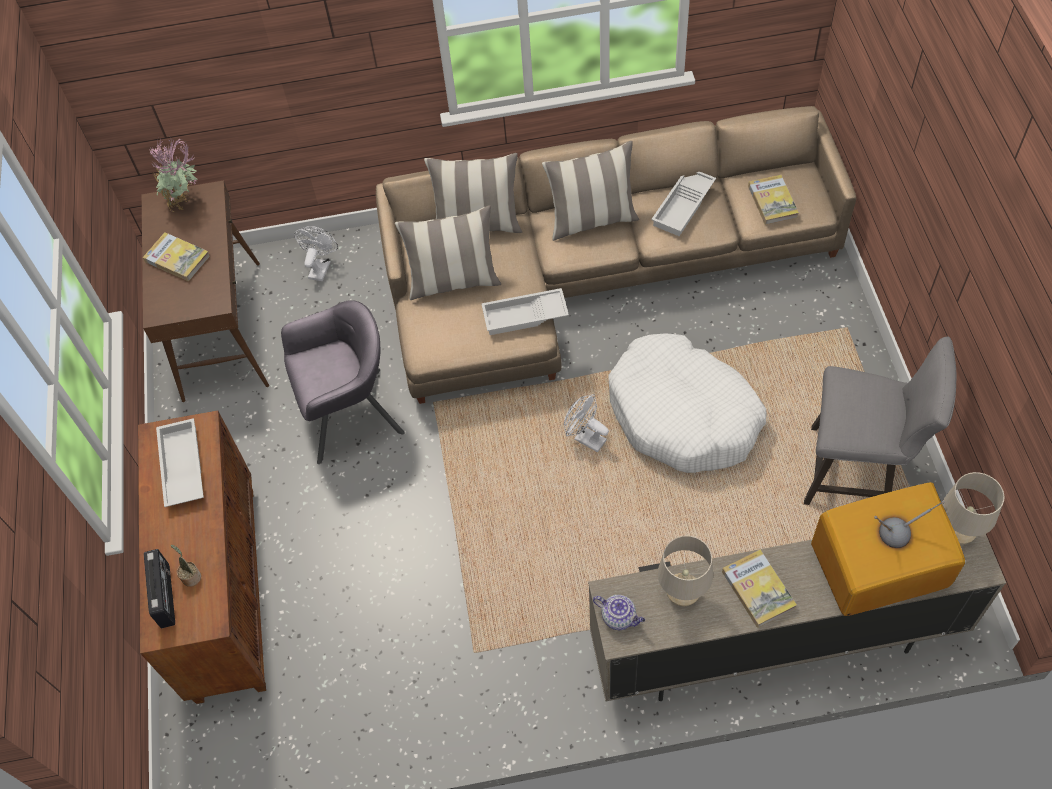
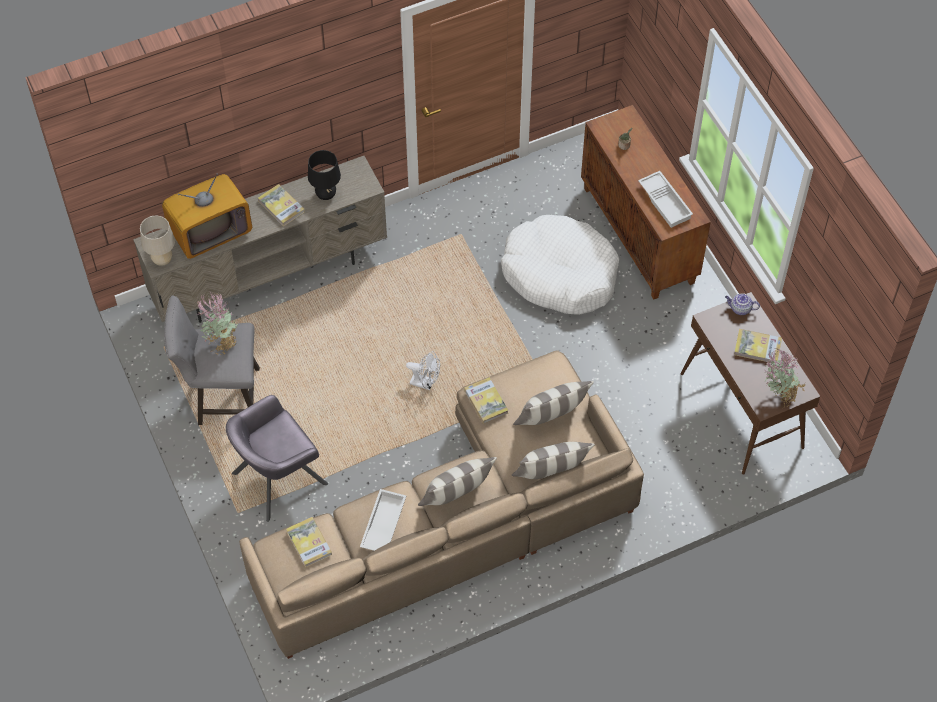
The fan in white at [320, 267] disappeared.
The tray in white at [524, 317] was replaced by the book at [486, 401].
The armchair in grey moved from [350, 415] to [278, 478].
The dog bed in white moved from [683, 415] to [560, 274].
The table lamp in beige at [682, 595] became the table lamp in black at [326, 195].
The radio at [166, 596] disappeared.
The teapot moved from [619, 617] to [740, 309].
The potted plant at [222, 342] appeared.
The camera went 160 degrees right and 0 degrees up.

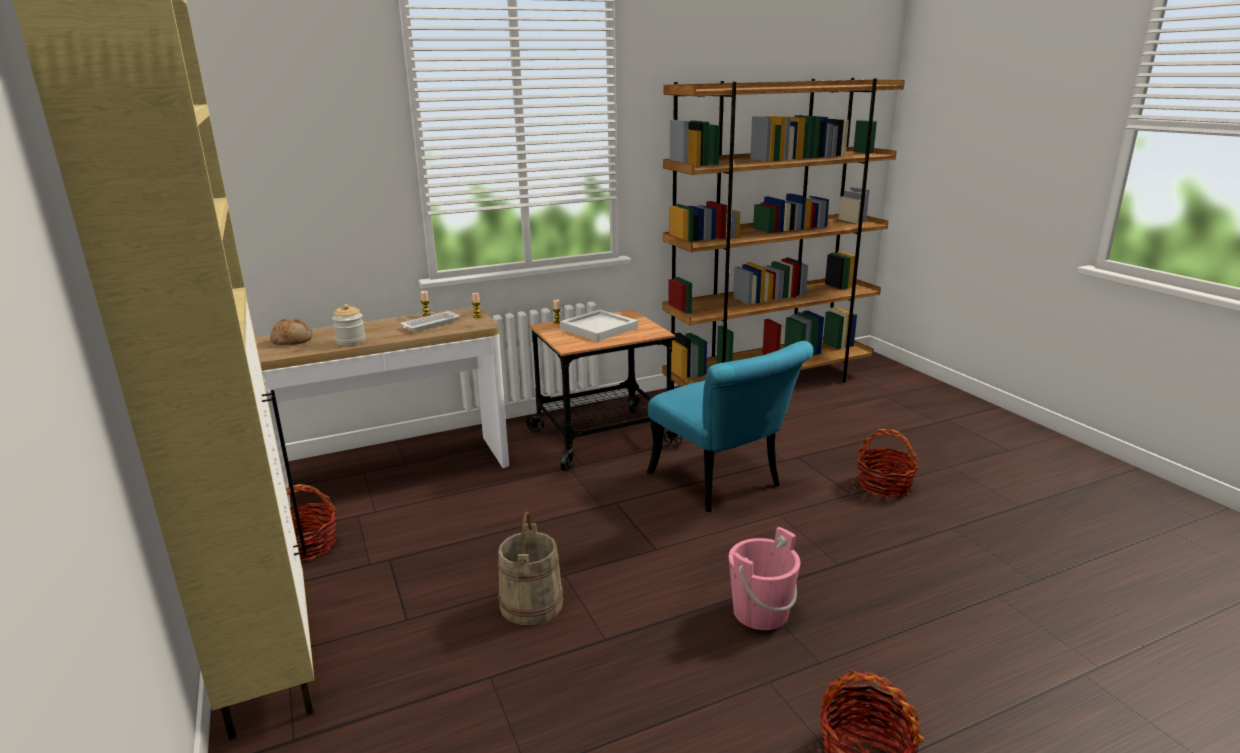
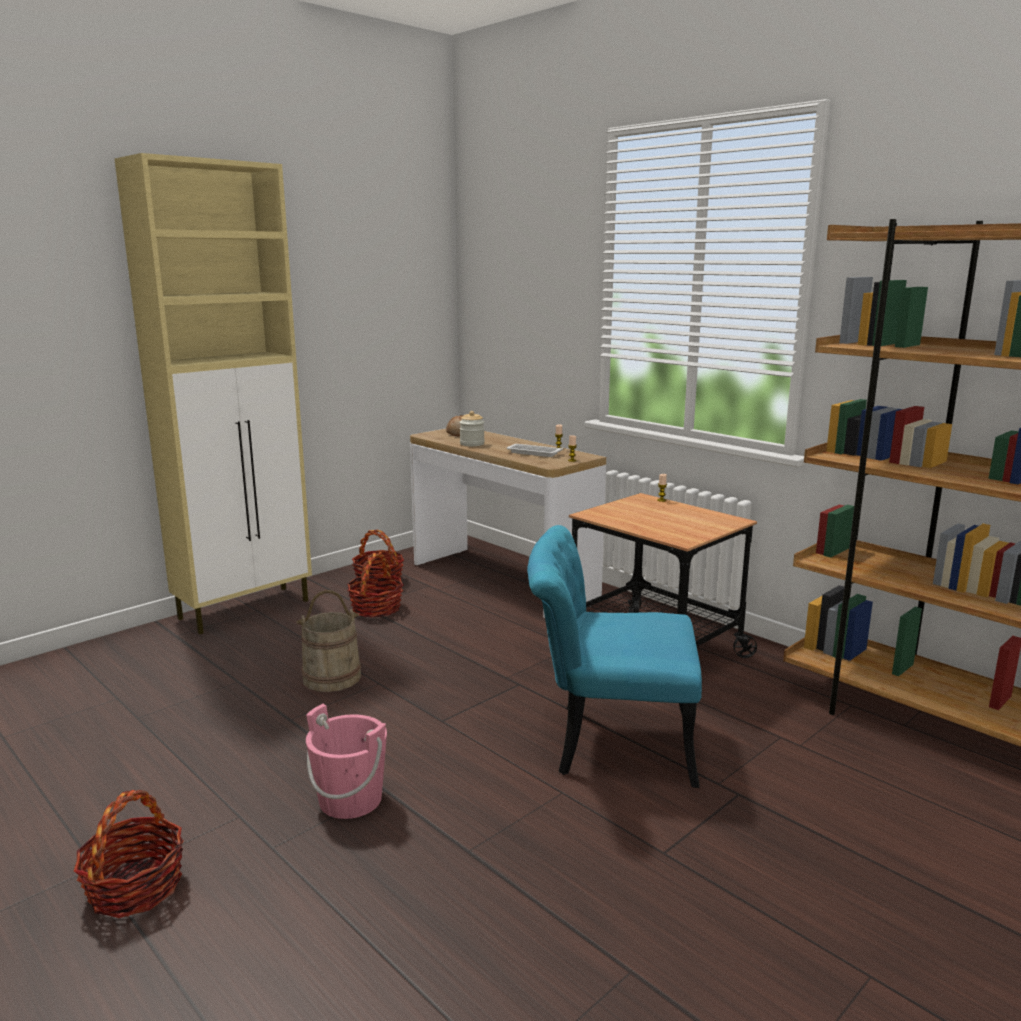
The tray in white at [600, 328] disappeared.
The chair in turquoise at [723, 484] turned 60 degrees clockwise.
The basket moved from [884, 485] to [376, 608].
The camera went 70 degrees right and 5 degrees down.

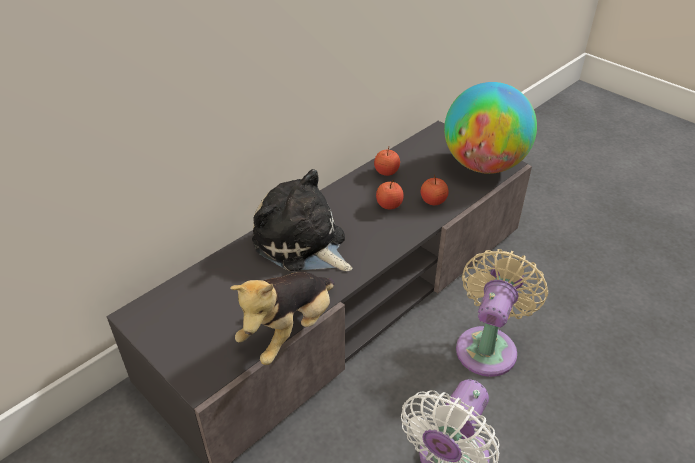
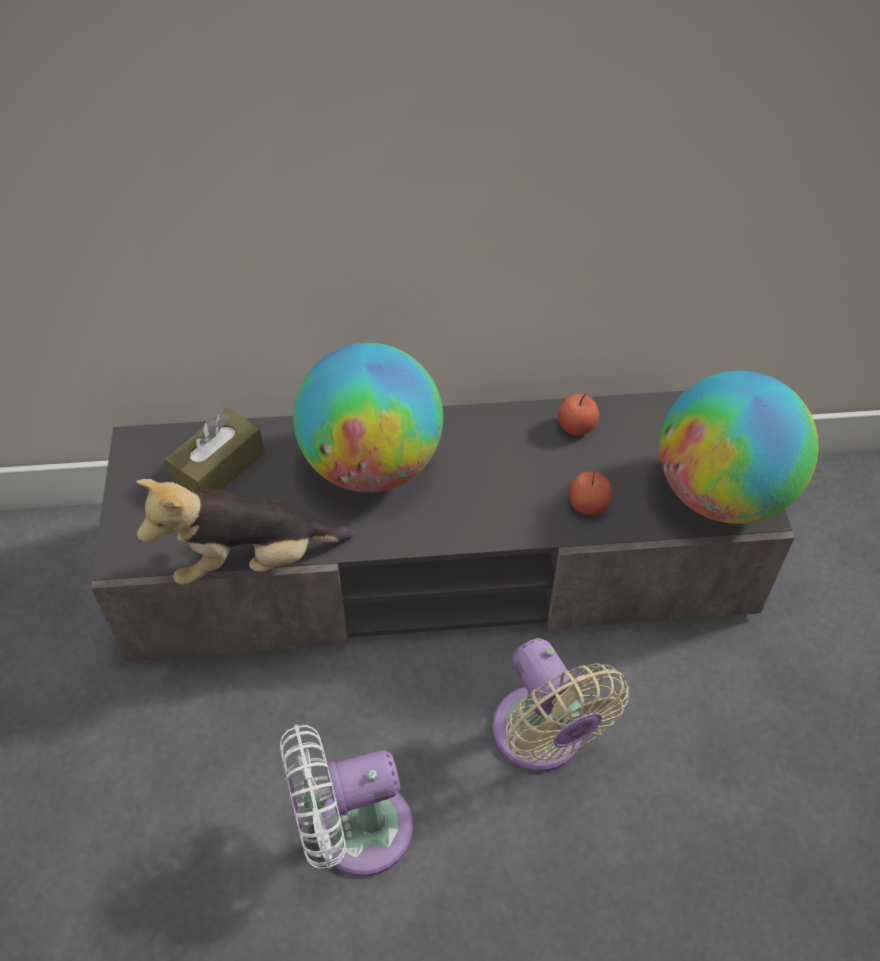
The plush toy at [302, 244] was replaced by the globe at [372, 465].
The apple at [389, 205] disappeared.
The fan in beige at [488, 346] turned 90 degrees clockwise.
The tissue box in brown at [218, 468] appeared.
The camera went 40 degrees right and 10 degrees up.

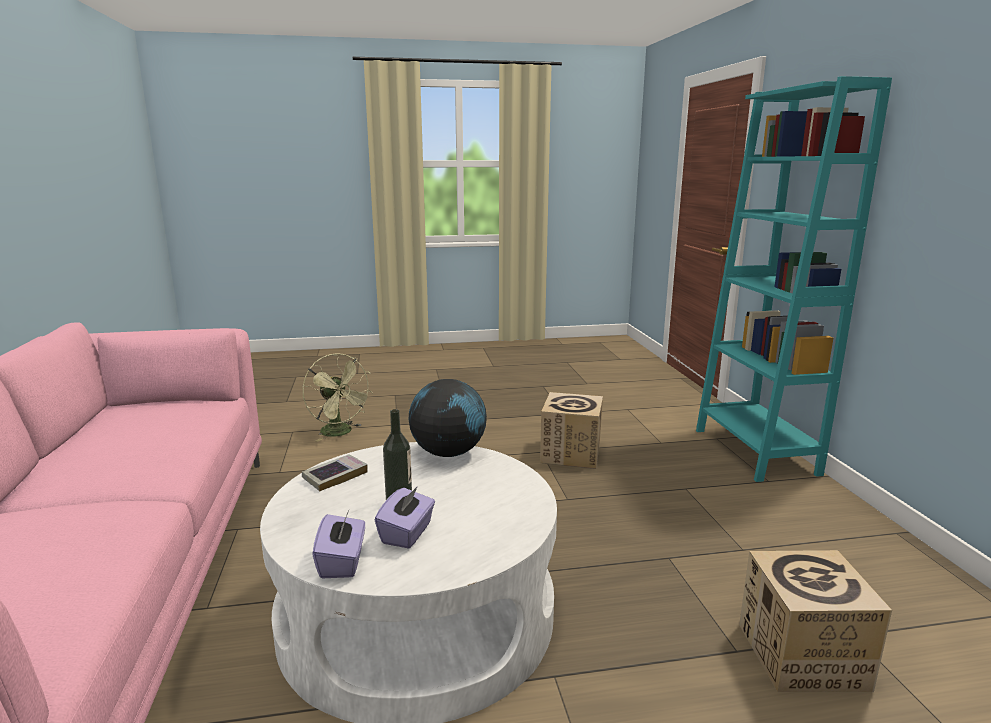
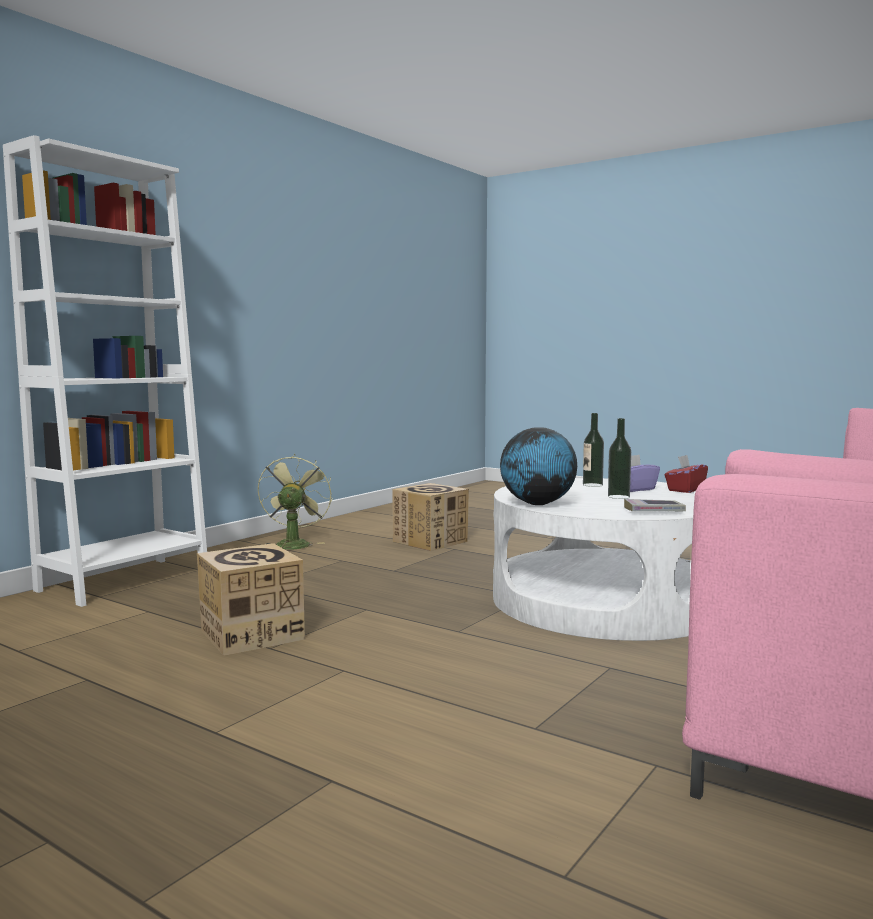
The bookcase in turquoise at [755, 451] became the bookcase in white at [124, 581].
The fan in green moved from [340, 433] to [293, 544].
The tissue box in purple at [342, 562] became the tissue box in red at [685, 490].
The bottle at [592, 485] appeared.
The camera went 135 degrees left and 10 degrees down.

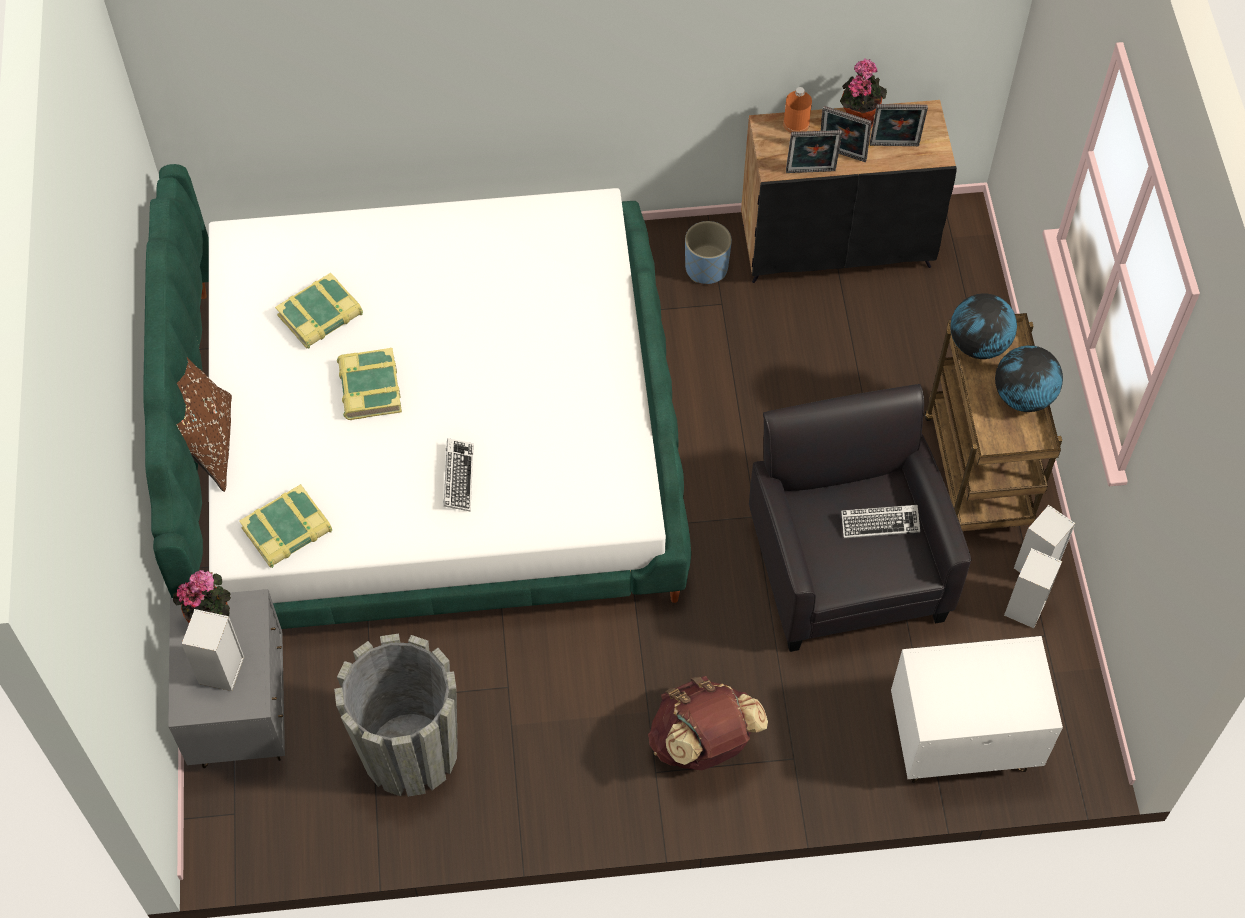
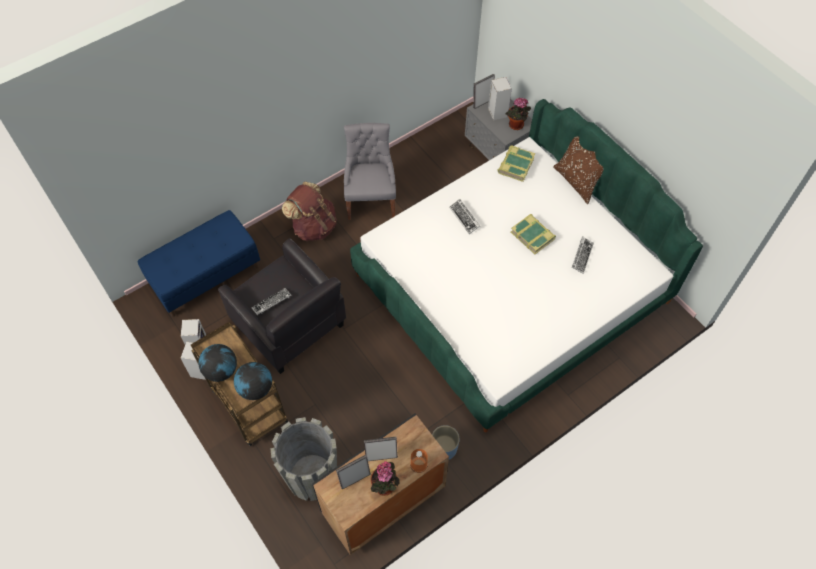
The picture frame moved from [810, 173] to [482, 102].
The book at [320, 316] was replaced by the keyboard at [582, 256].
The planter in grey moved from [410, 752] to [312, 476].
The nightstand in white at [960, 743] was replaced by the bench in blue at [206, 276].
The chair in grey at [371, 200] appeared.
The camera went 150 degrees right and 0 degrees up.

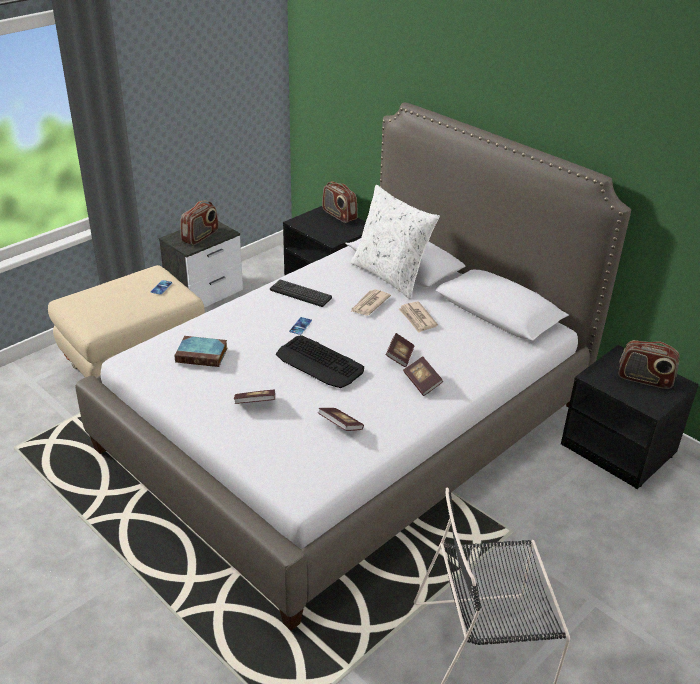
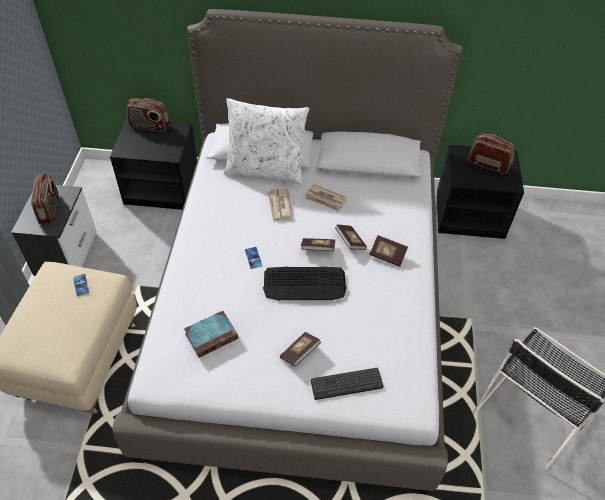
The keyboard moved from [300, 294] to [346, 384].
The radio at [644, 379] turned 135 degrees counterclockwise.
The book moved from [340, 426] to [317, 249].
The camera went 40 degrees left and 15 degrees up.

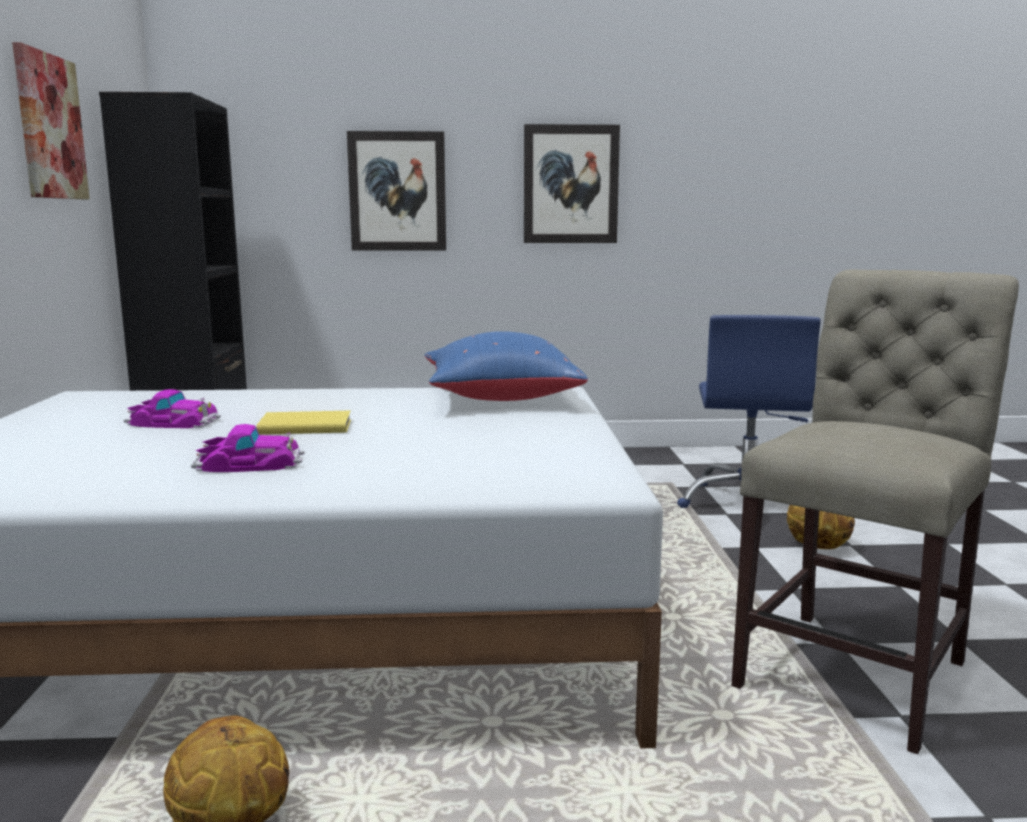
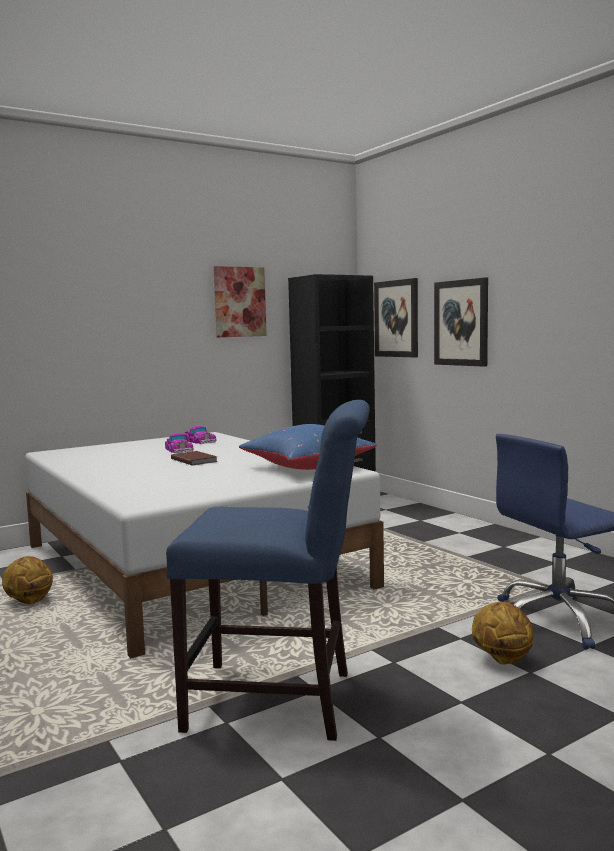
The picture moved from [570, 184] to [396, 318].
The chair in beige at [858, 669] became the chair in blue at [280, 701].
The book in yellow at [304, 426] became the book in brown at [194, 460].
The toy car moved from [250, 464] to [199, 441].
The camera went 60 degrees right and 5 degrees down.

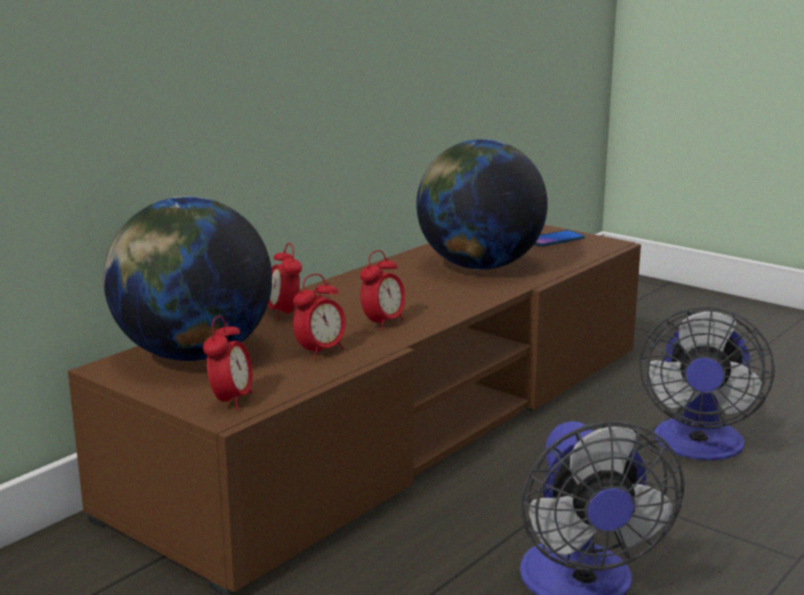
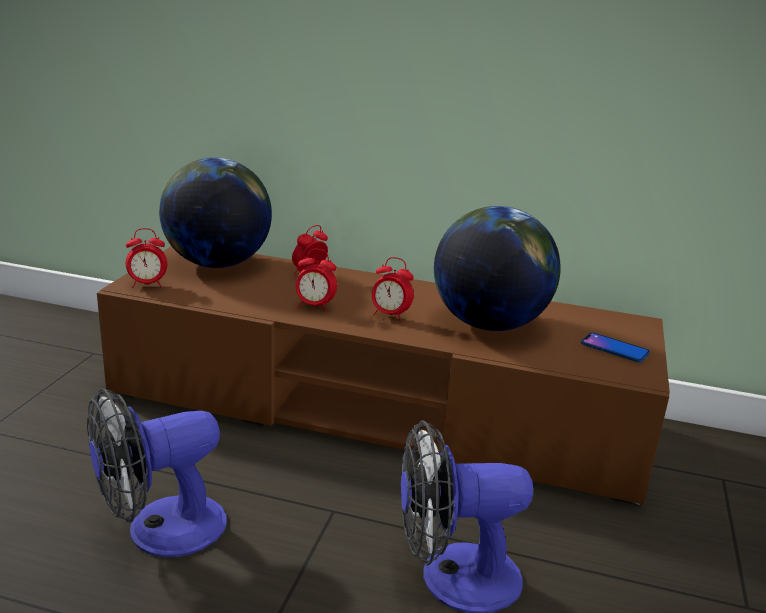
The alarm clock moved from [320, 352] to [390, 315].
The camera went 65 degrees right and 5 degrees up.

